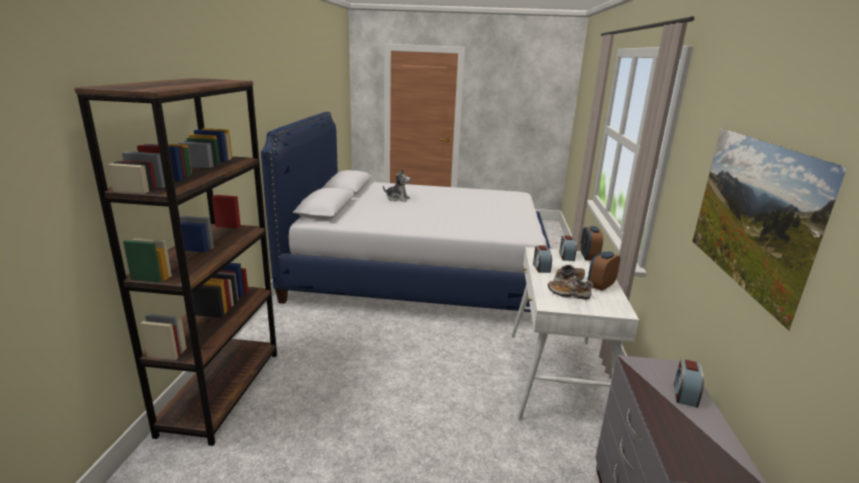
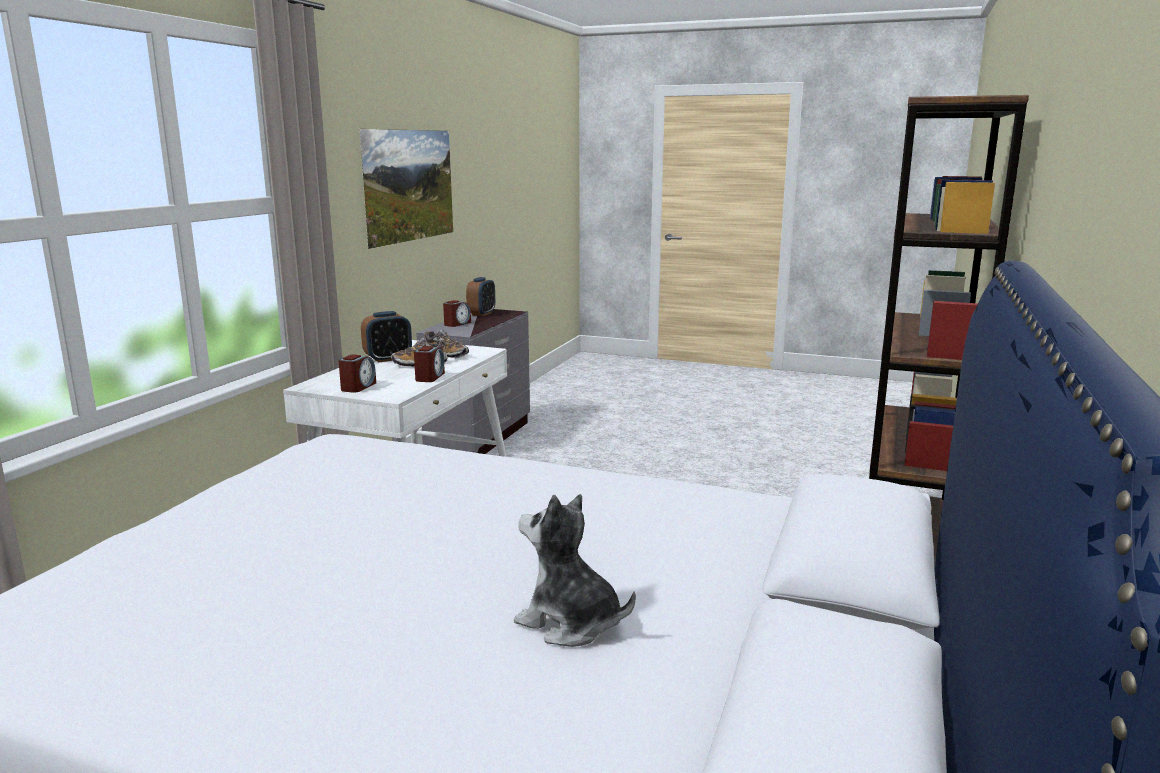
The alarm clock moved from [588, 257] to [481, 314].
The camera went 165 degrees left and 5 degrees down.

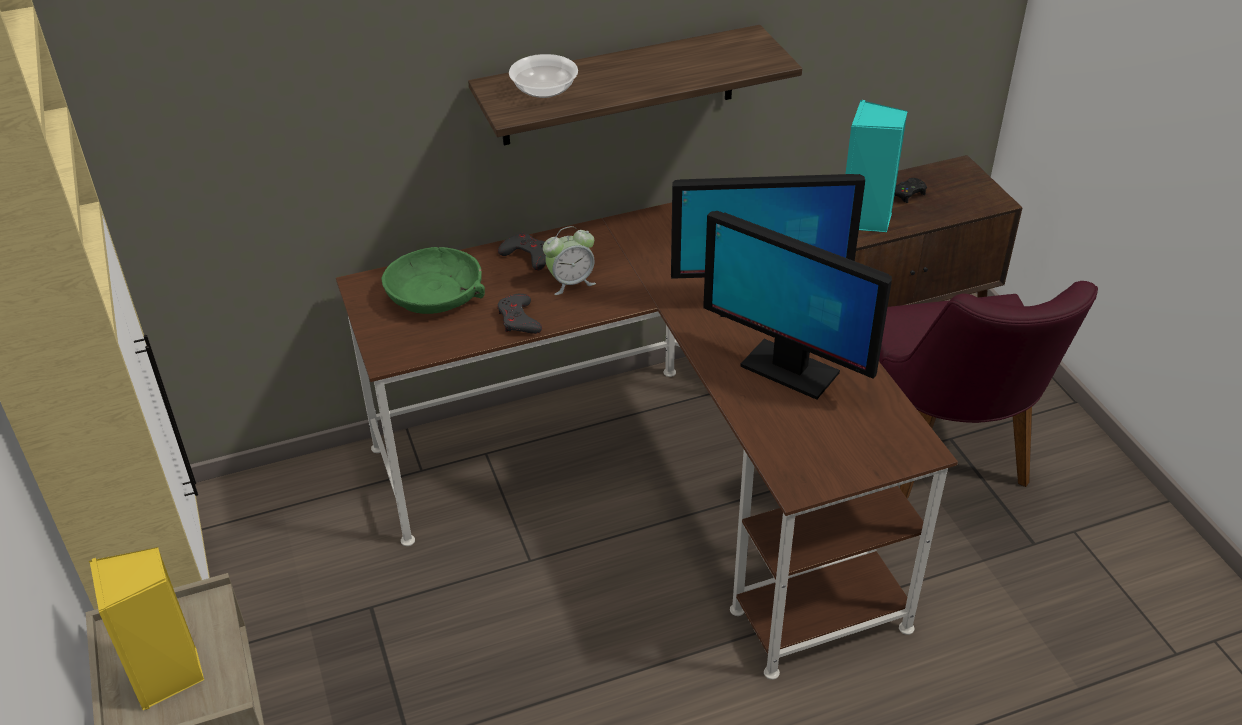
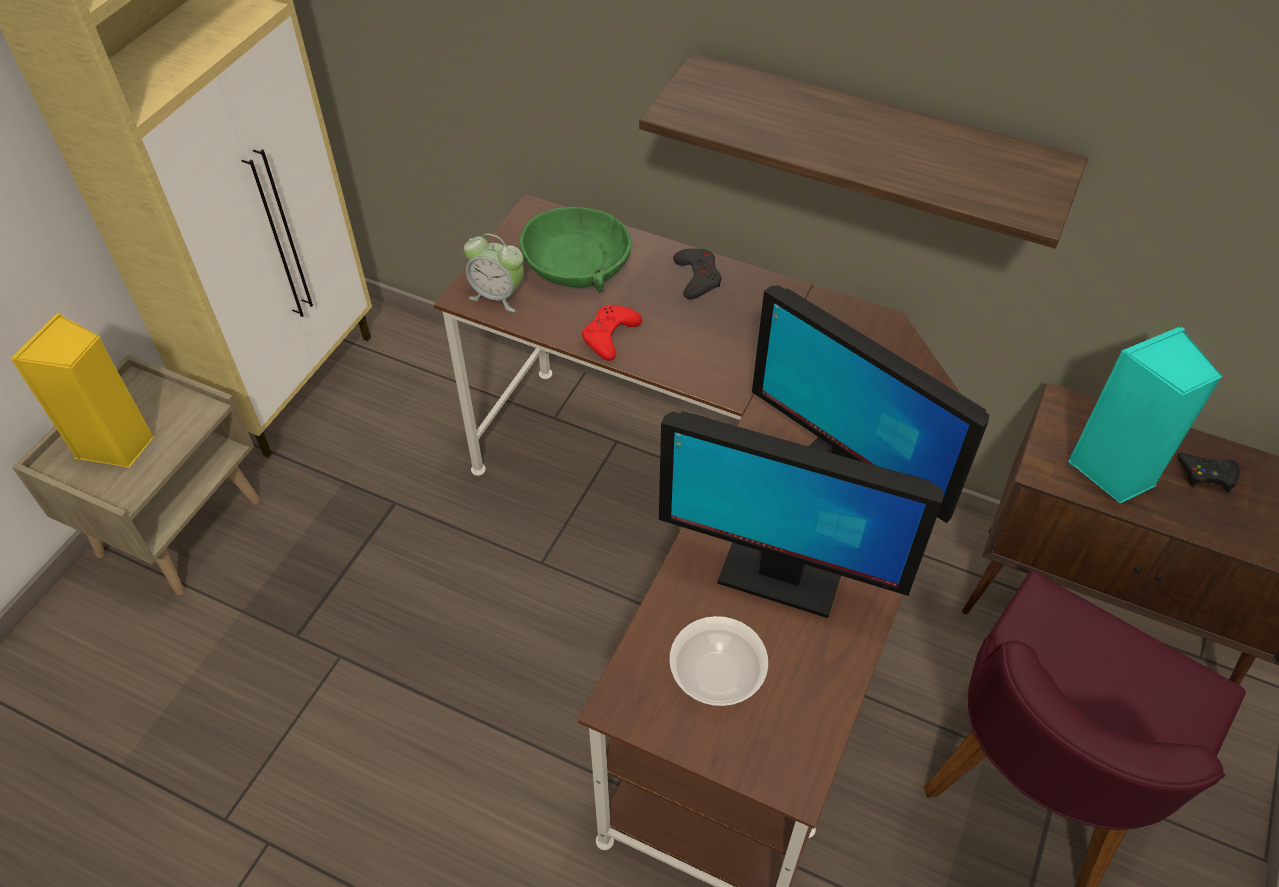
The bowl moved from [544, 90] to [717, 673].
The monitor at [788, 369] turned 60 degrees counterclockwise.
The alarm clock moved from [571, 282] to [498, 295].
The game controller in grey at [519, 319] became the game controller in red at [609, 335].
The camera went 45 degrees right and 10 degrees up.

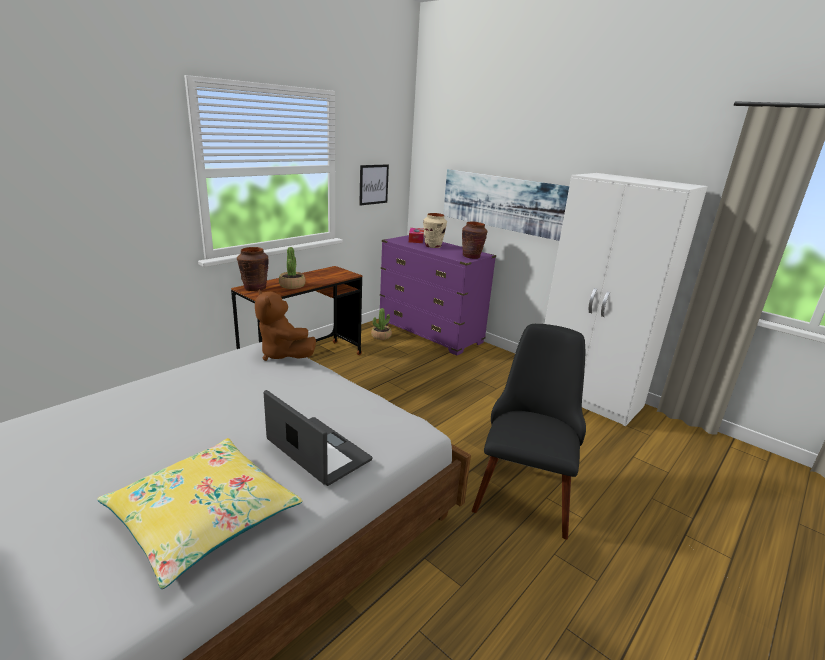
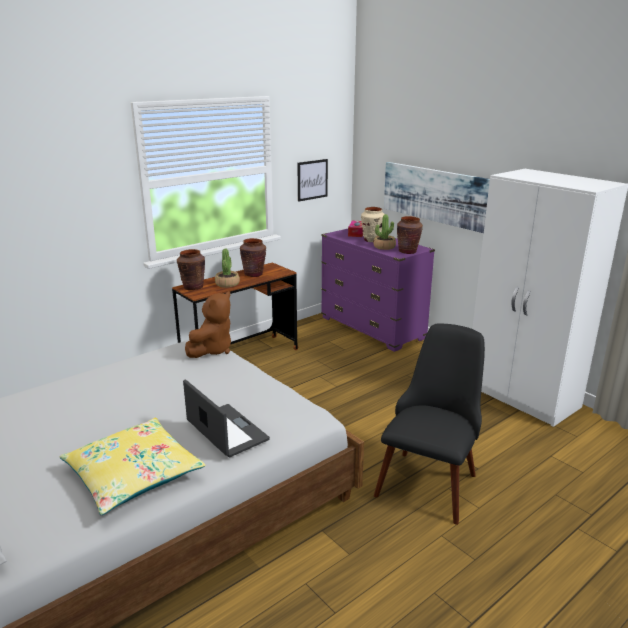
The plush toy in brown at [283, 355] turned 120 degrees counterclockwise.
The potted plant moved from [381, 336] to [384, 247].
The vase in brown at [254, 274] appeared.
The camera went 10 degrees right and 0 degrees up.

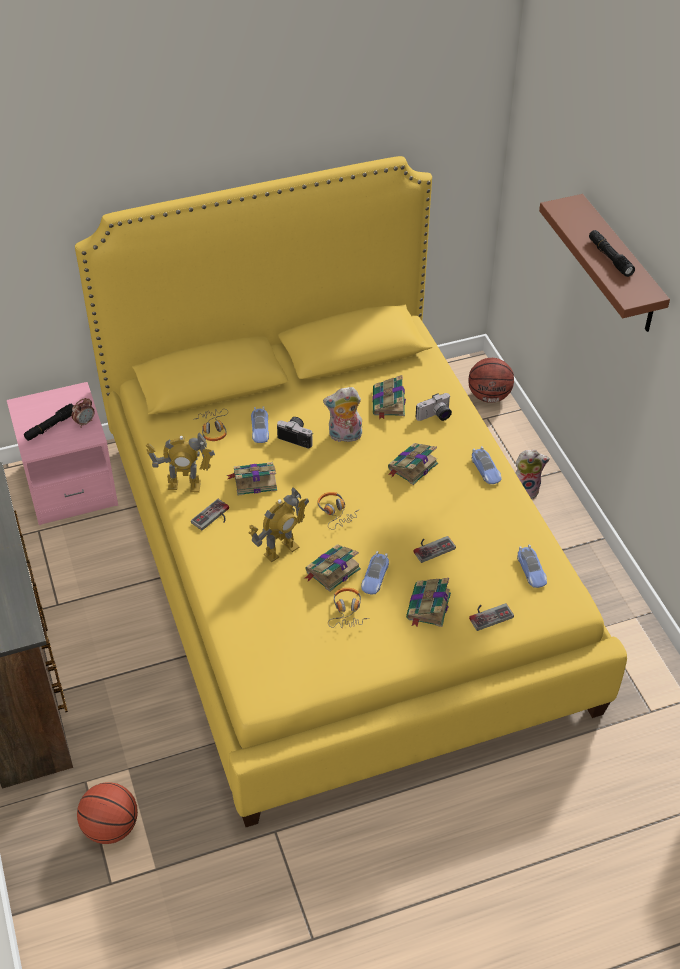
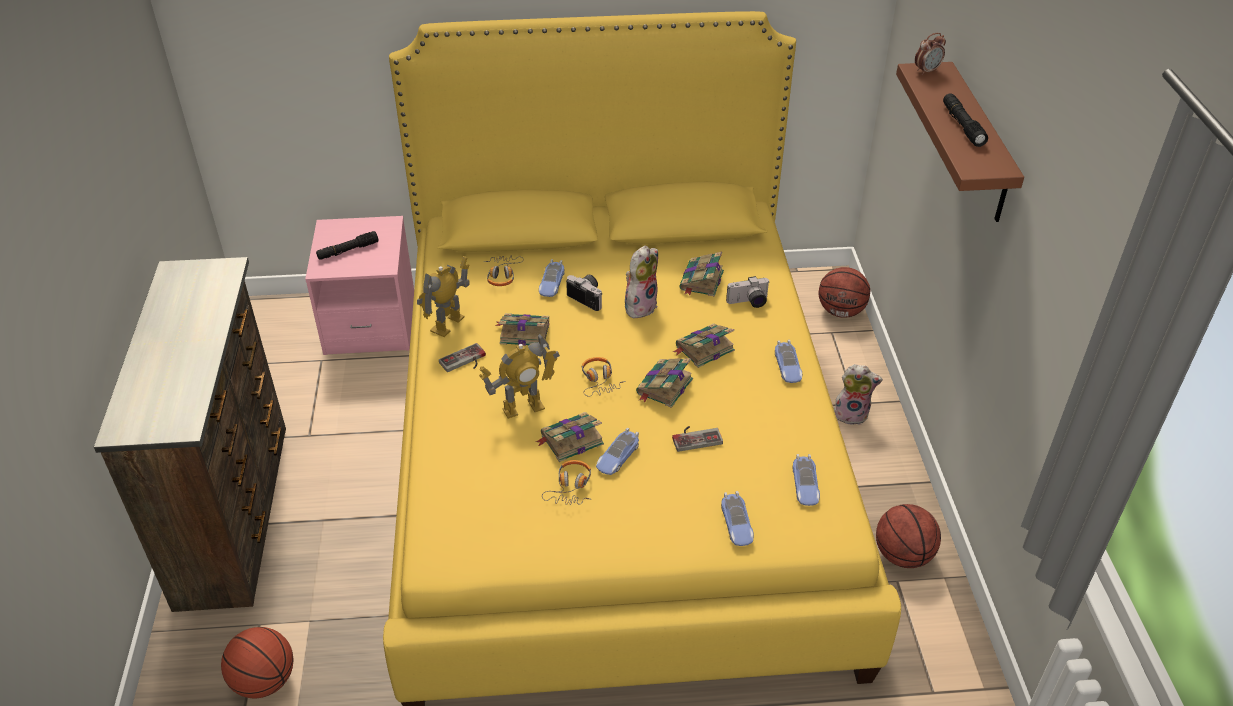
The plush toy at [344, 436] turned 120 degrees clockwise.
The alarm clock moved from [85, 422] to [926, 71].
The toy robot at [184, 485] turned 105 degrees clockwise.
The book moved from [428, 607] to [664, 387].
The game controller at [489, 614] was replaced by the toy car at [736, 524].
The basketball at [902, 555] appeared.
The camera went 15 degrees right and 5 degrees down.

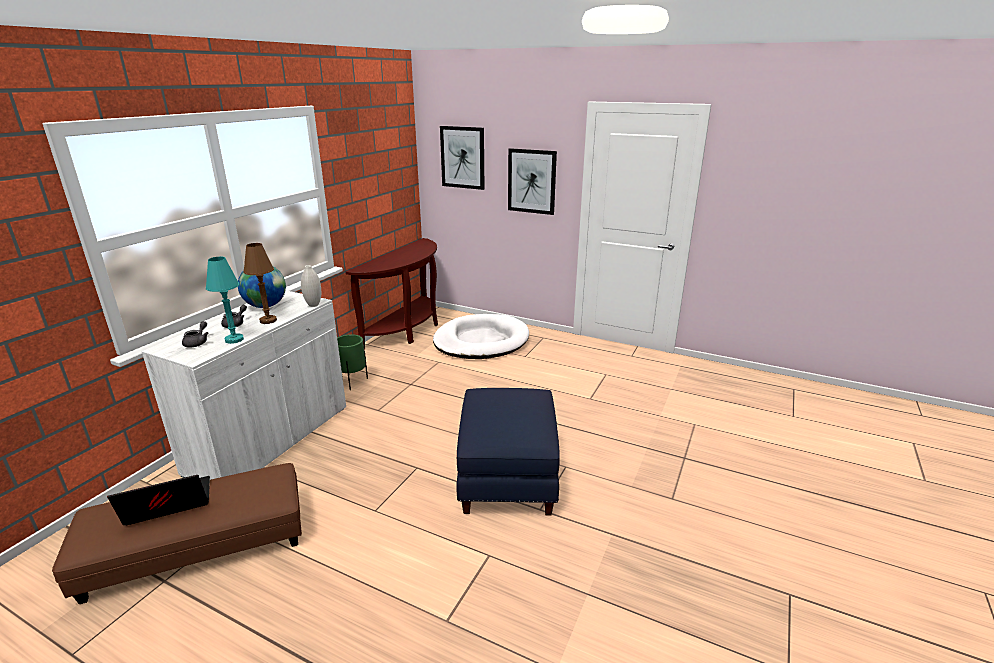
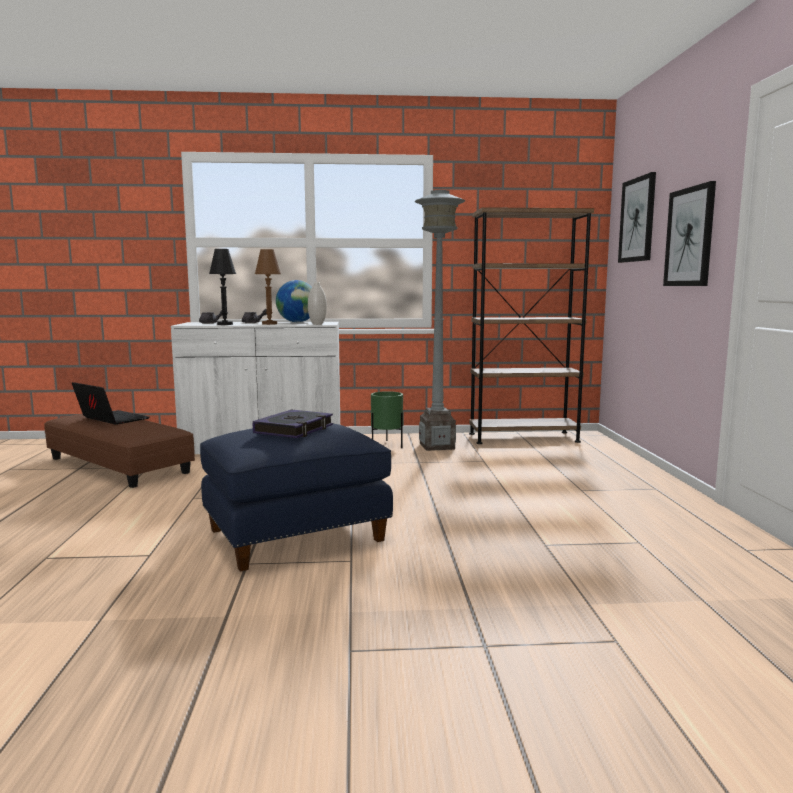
The console table in brown at [407, 330] was replaced by the bookcase in brown at [523, 438].
The table lamp in turquoise at [234, 339] became the table lamp in black at [225, 324].
The dog bed in white at [481, 341] disappeared.
The floor lamp in grey at [437, 446] appeared.
The book at [294, 429] appeared.
The camera went 60 degrees right and 15 degrees down.

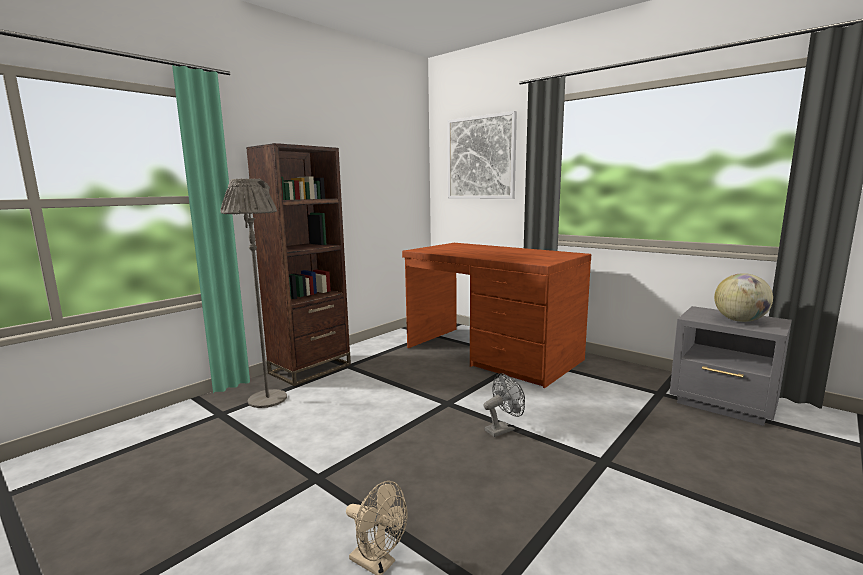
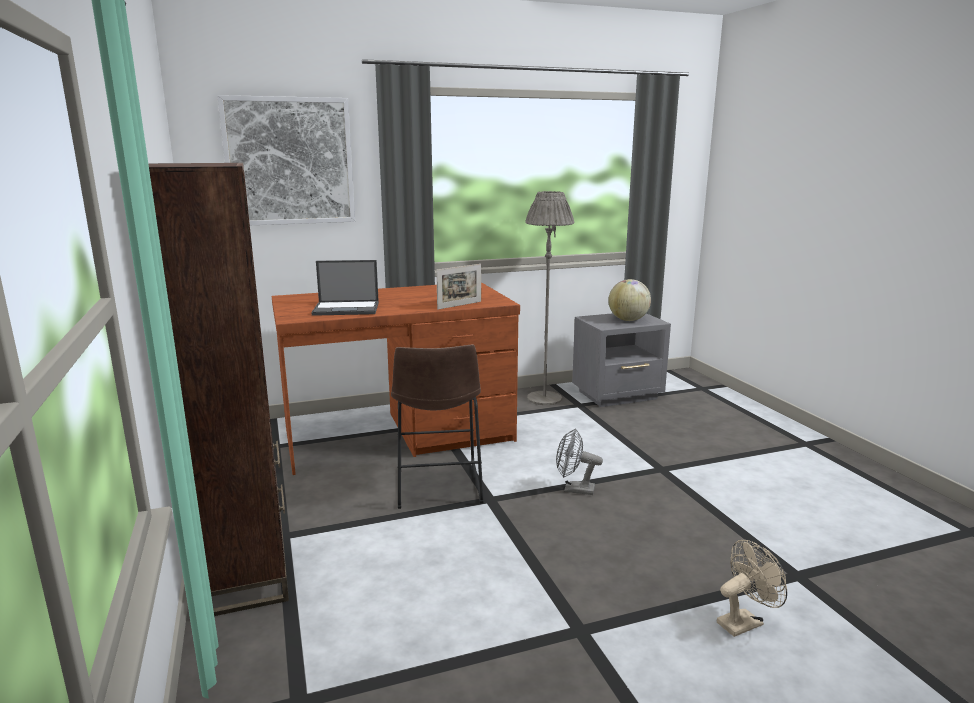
The floor lamp in grey moved from [267, 399] to [544, 398].
The fan in grey at [503, 429] turned 75 degrees counterclockwise.
The laptop at [347, 309] appeared.
The picture frame at [459, 305] appeared.
The stool in brown at [438, 488] appeared.
The camera went 60 degrees left and 5 degrees up.

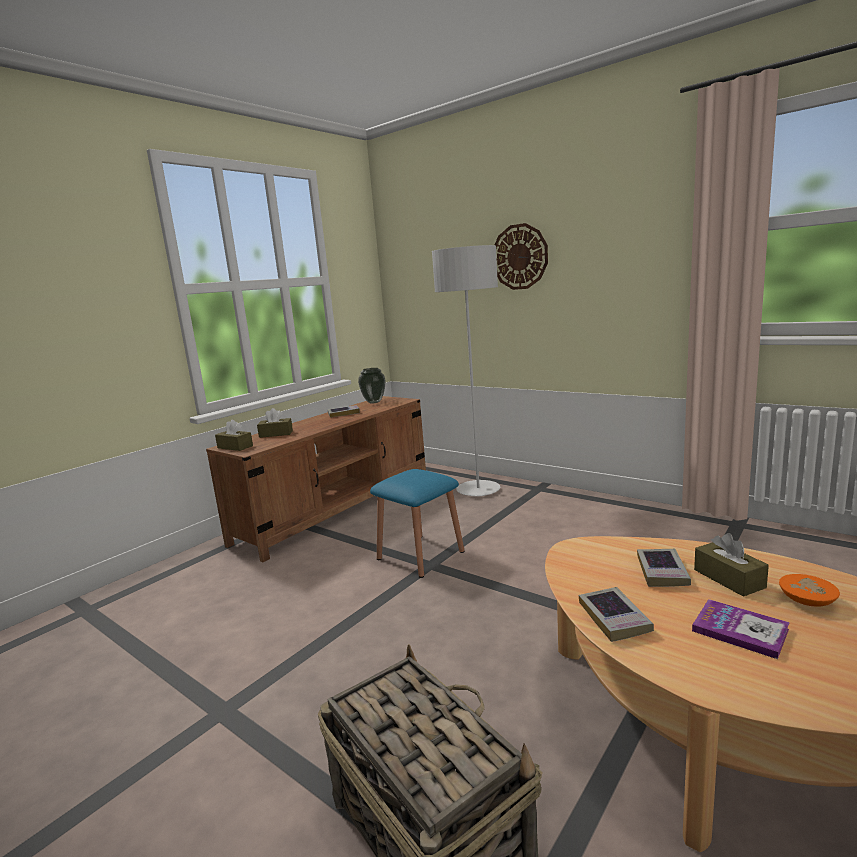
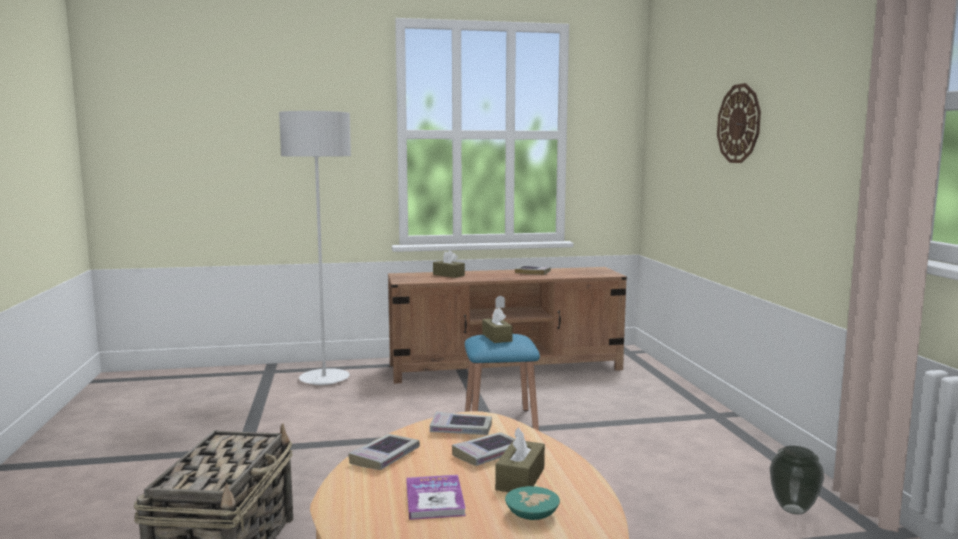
The floor lamp in grey moved from [478, 490] to [324, 379].
The vase moved from [374, 402] to [793, 510].
The tissue box in brown moved from [235, 447] to [497, 337].
The bowl in orange at [807, 599] became the bowl in turquoise at [534, 514].
The book at [461, 429] appeared.
The camera went 40 degrees right and 5 degrees down.

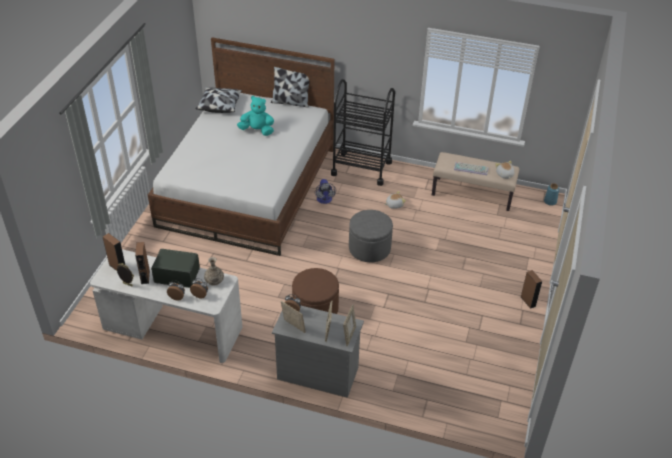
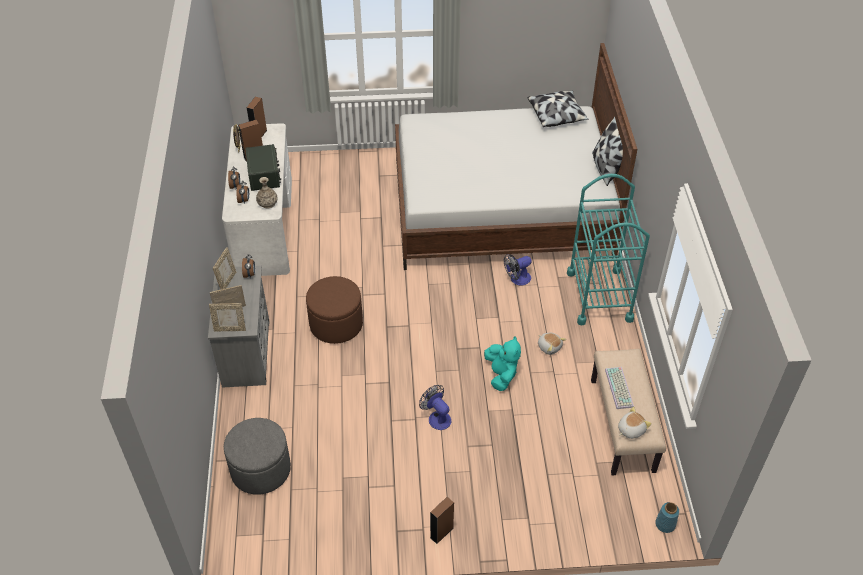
The cart in black at [361, 168] became the cart in turquoise at [599, 296].
The plush toy in turquoise moved from [257, 130] to [501, 374].
The ottoman in grey moved from [369, 248] to [261, 469].
The fan at [437, 417] appeared.
The camera went 70 degrees right and 5 degrees up.

